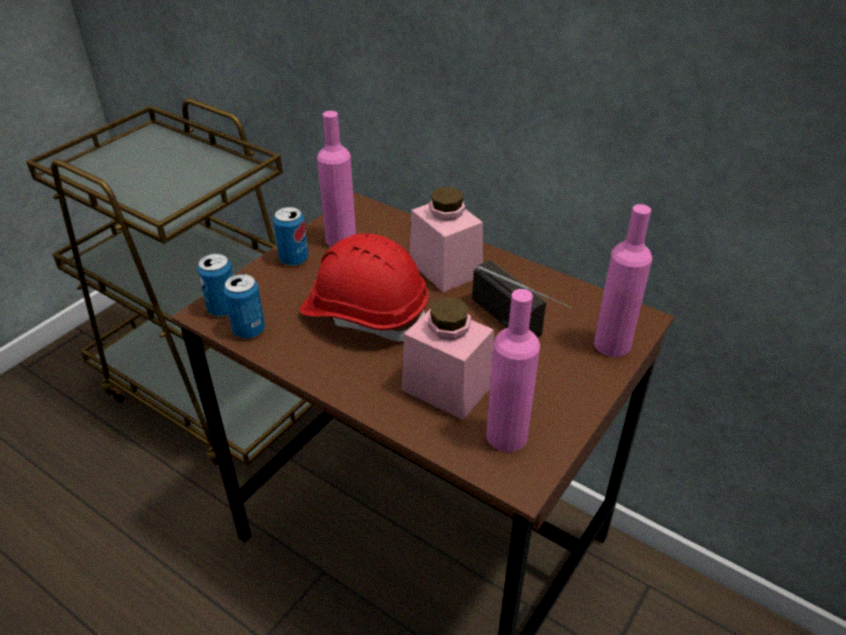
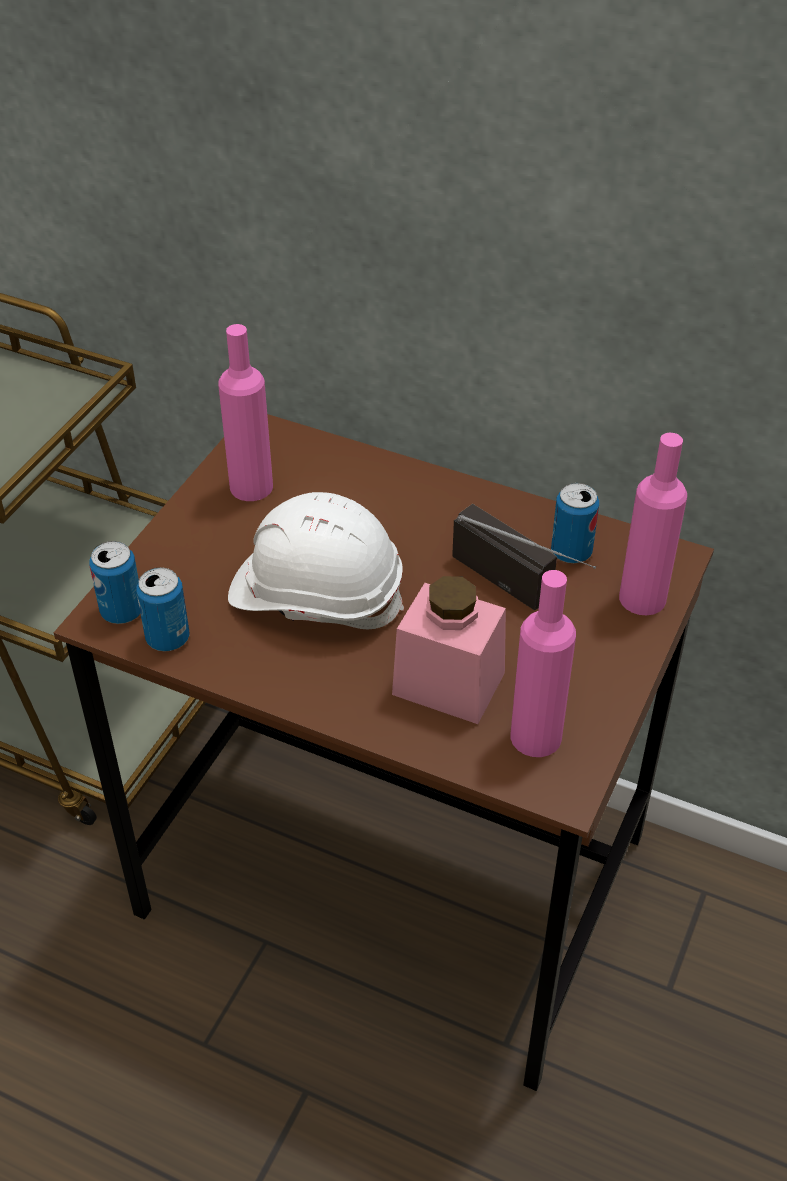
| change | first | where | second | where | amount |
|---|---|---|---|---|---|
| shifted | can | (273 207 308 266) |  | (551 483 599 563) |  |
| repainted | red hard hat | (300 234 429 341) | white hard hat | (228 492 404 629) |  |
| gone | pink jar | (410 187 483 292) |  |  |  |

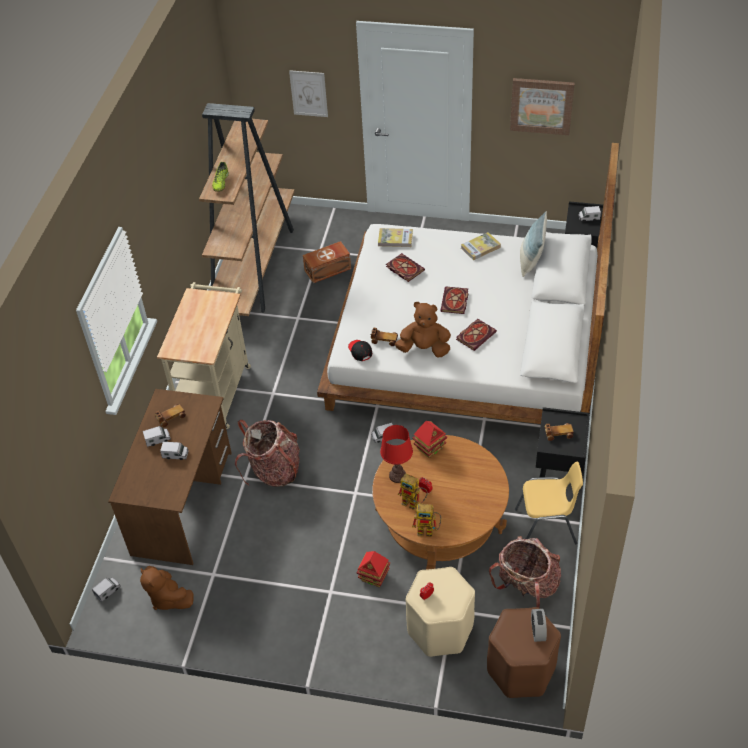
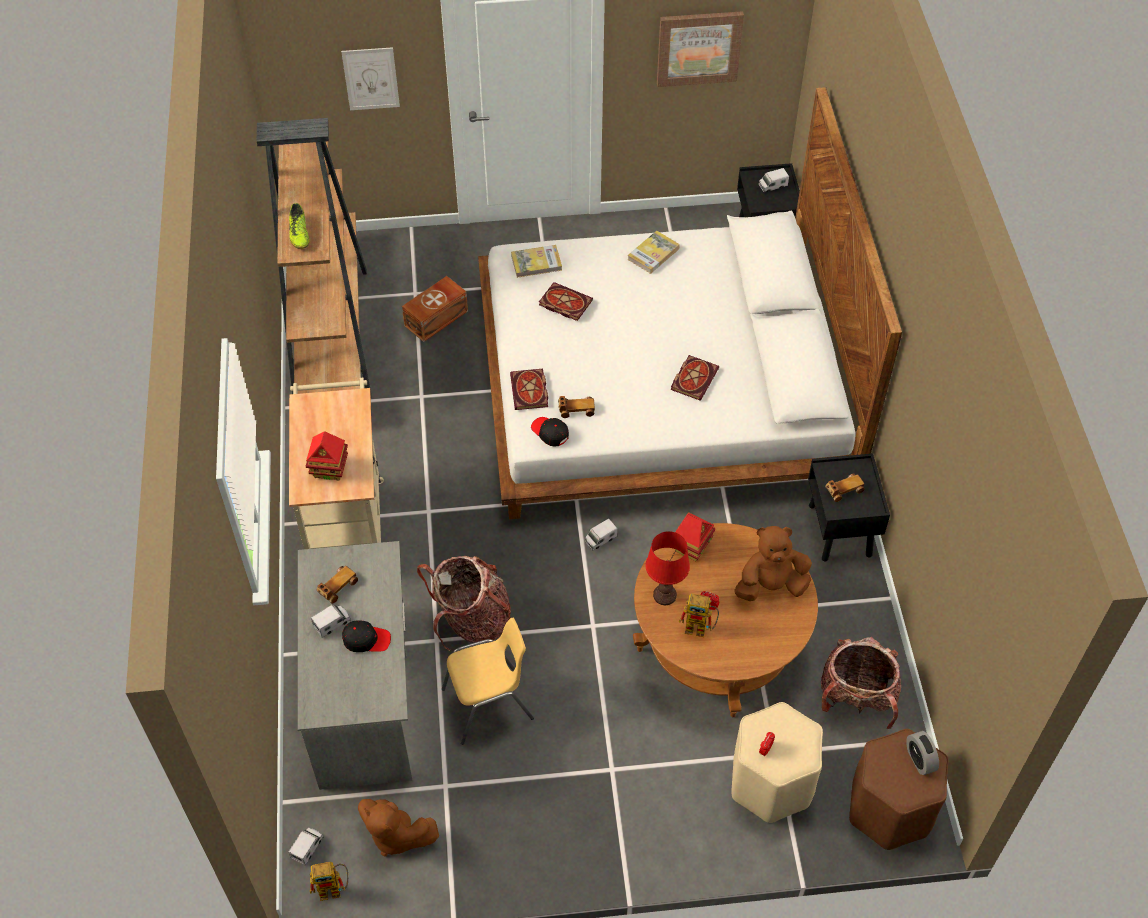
| change | first | where | second | where | amount |
|---|---|---|---|---|---|
| repainted | brown desk | (108 389 232 565) | grey desk | (298 541 413 790) |  |
| swapped | toy truck | (160 442 189 460) | black cap | (342 621 391 652) |  |
| shifted | toy house | (357 551 390 587) |  | (306 431 348 480) |  |
| shifted | brown plush toy | (395 302 451 358) |  | (734 526 812 601) |  |
| shifted | toy robot | (412 504 441 537) |  | (310 862 348 901) |  |
| shifted | book | (440 286 468 314) |  | (510 369 548 410) |  |
| shifted | yellow chair | (515 462 583 544) |  | (442 618 534 745) |  |
| gone | pillow | (520 211 547 277) |  |  |  |

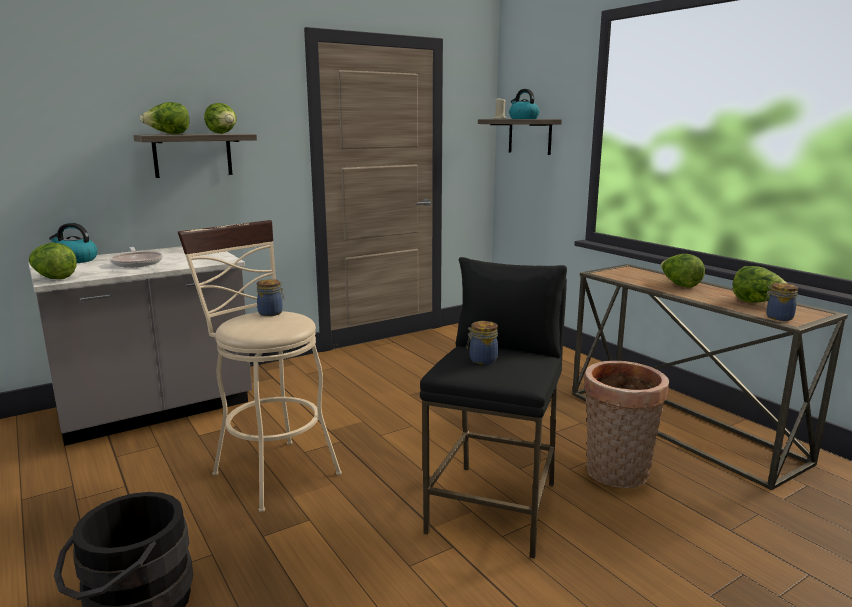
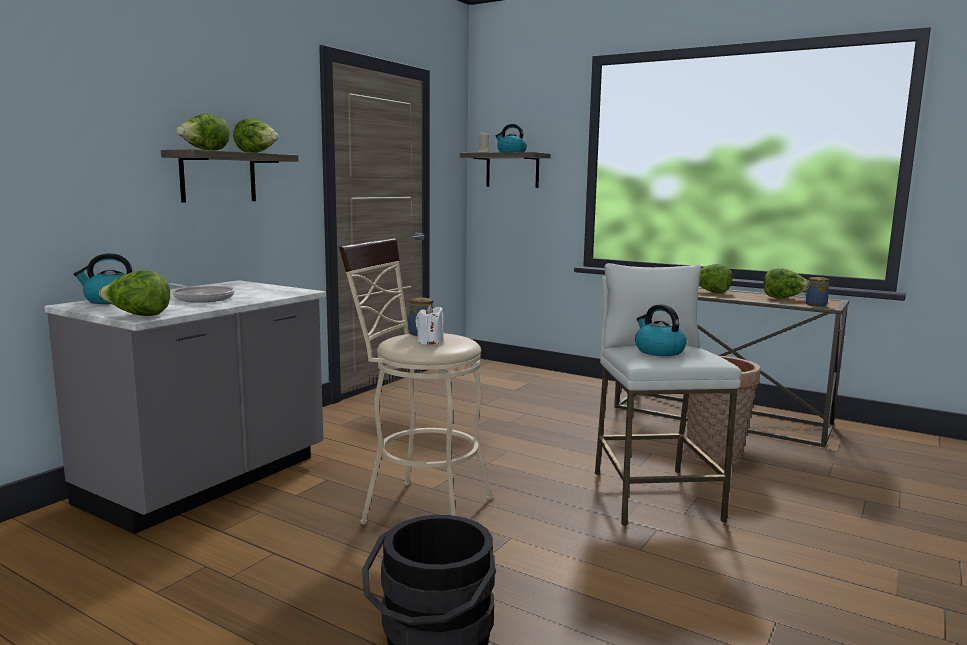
| change | first | where | second | where | amount |
|---|---|---|---|---|---|
| repainted | black stool | (420 257 567 558) | white stool | (595 263 742 526) |  |
| swapped | jar | (467 321 498 364) | kettle | (635 304 687 356) |  |
| new |  |  | white candle | (415 305 444 345) |  |

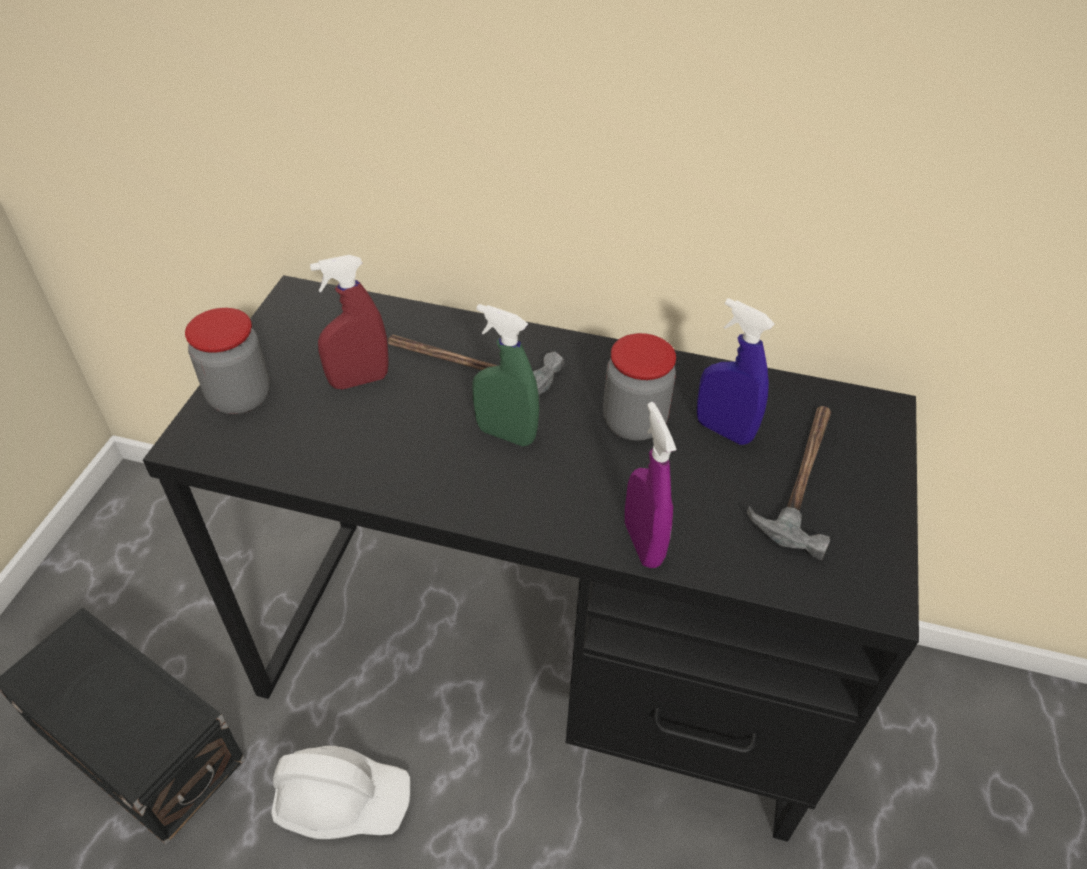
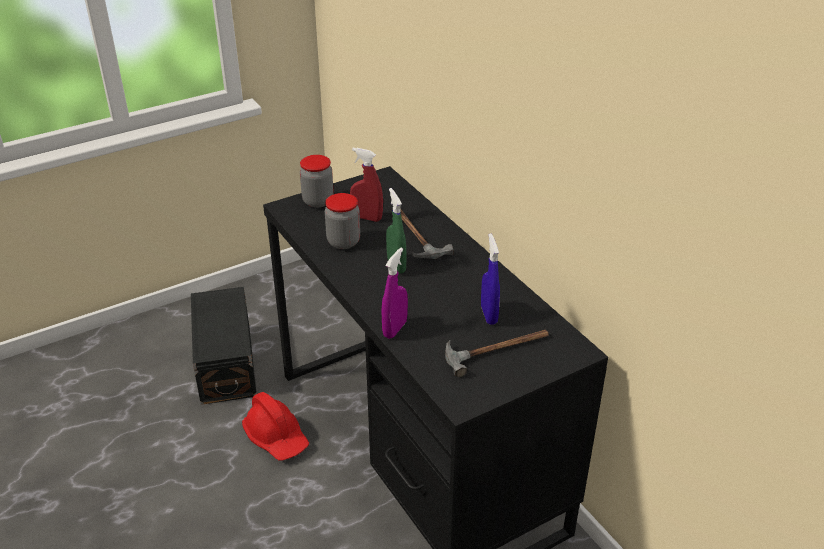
| change | first | where | second | where | amount |
|---|---|---|---|---|---|
| repainted | white hard hat | (271 746 410 839) | red hard hat | (242 392 309 460) |  |
| shifted | jar | (603 333 676 441) |  | (325 193 360 249) |  |

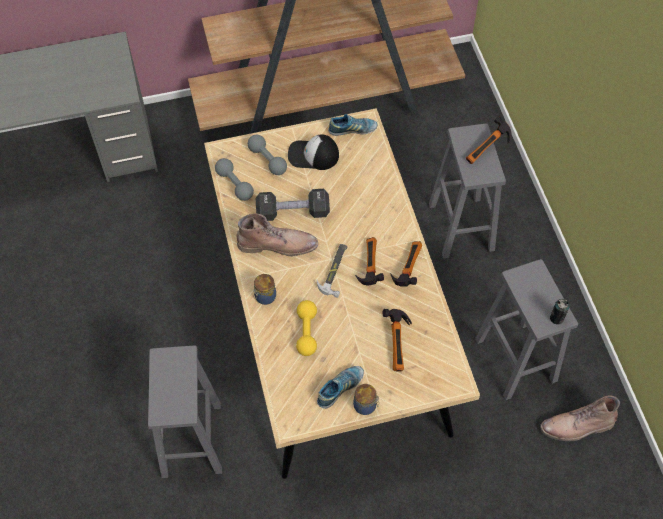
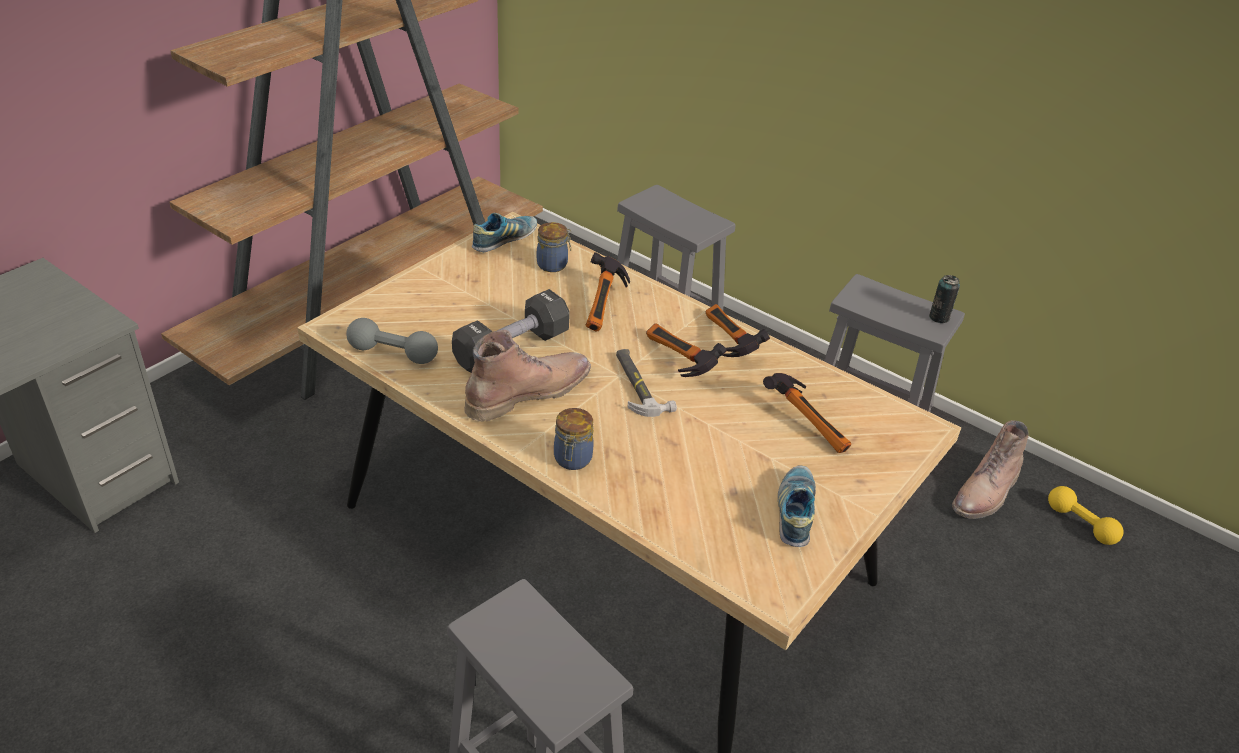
| change | first | where | second | where | amount |
|---|---|---|---|---|---|
| gone | grey dumbbell | (248 135 287 175) |  |  |  |
| gone | cap | (288 134 339 170) |  |  |  |
| shifted | yellow dumbbell | (296 300 317 356) |  | (1048 486 1124 545) |  |
| shifted | jar | (353 384 379 415) |  | (537 222 571 272) |  |
| shifted | hammer | (466 116 512 164) |  | (586 252 630 332) |  |

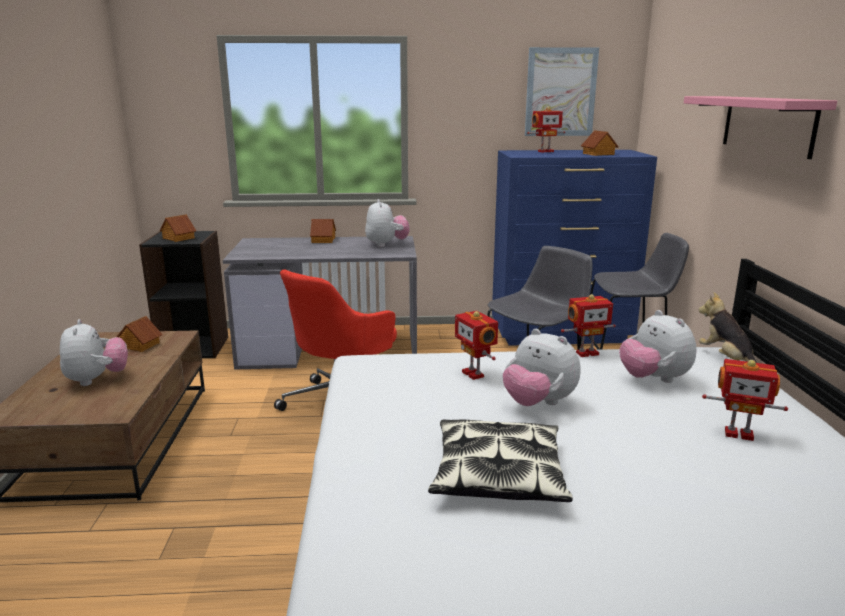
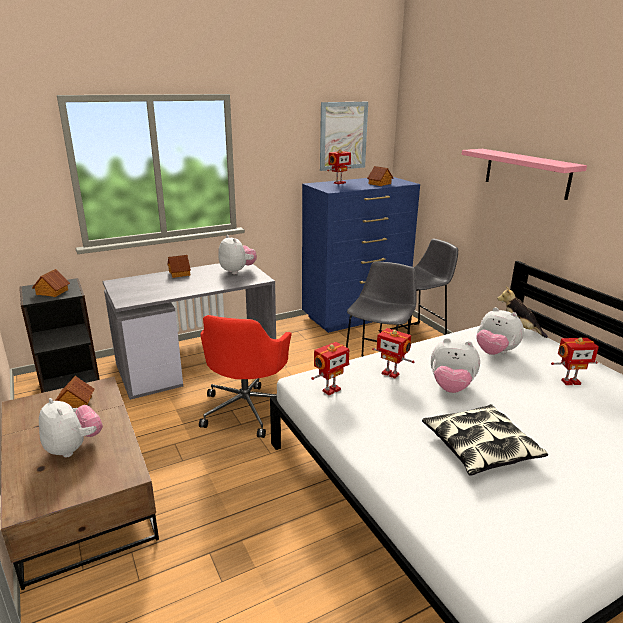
| change | first | where | second | where | amount |
|---|---|---|---|---|---|
| shifted | toy robot | (561 294 616 357) |  | (311 342 350 395) |  |

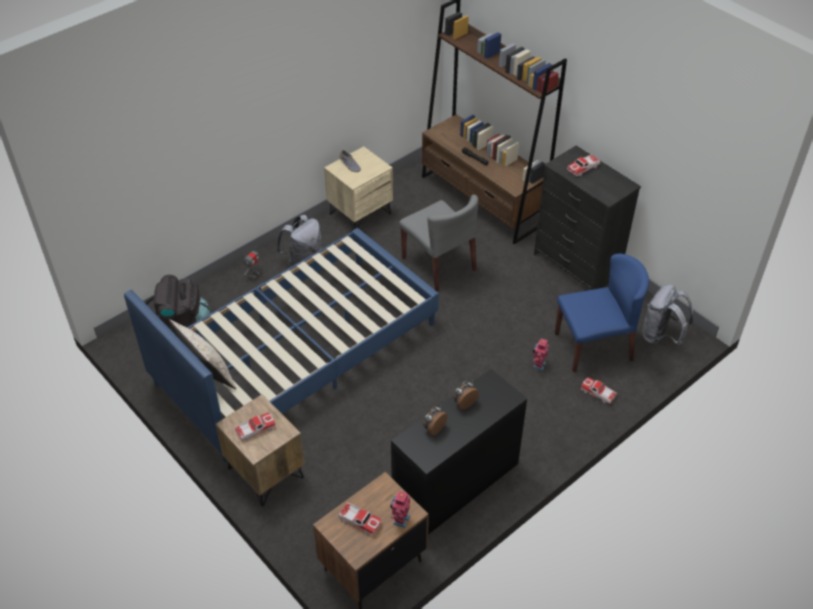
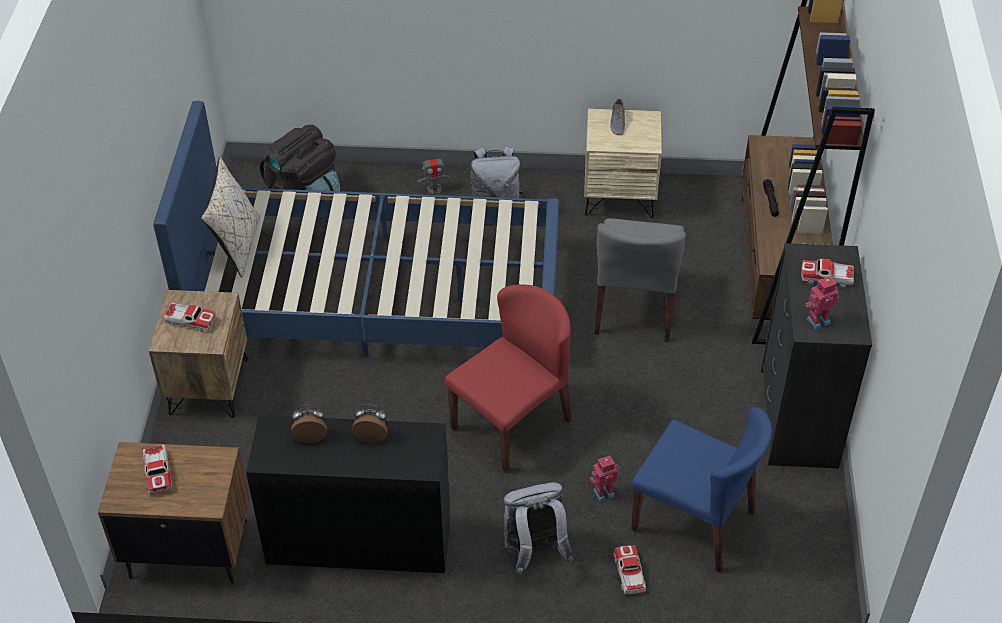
| change | first | where | second | where | amount |
|---|---|---|---|---|---|
| shifted | toy robot | (390 490 410 528) |  | (805 276 839 330) |  |
| shifted | grey backpack | (642 284 694 345) |  | (503 482 574 574) |  |
| new |  |  | red chair | (444 284 572 472) |  |

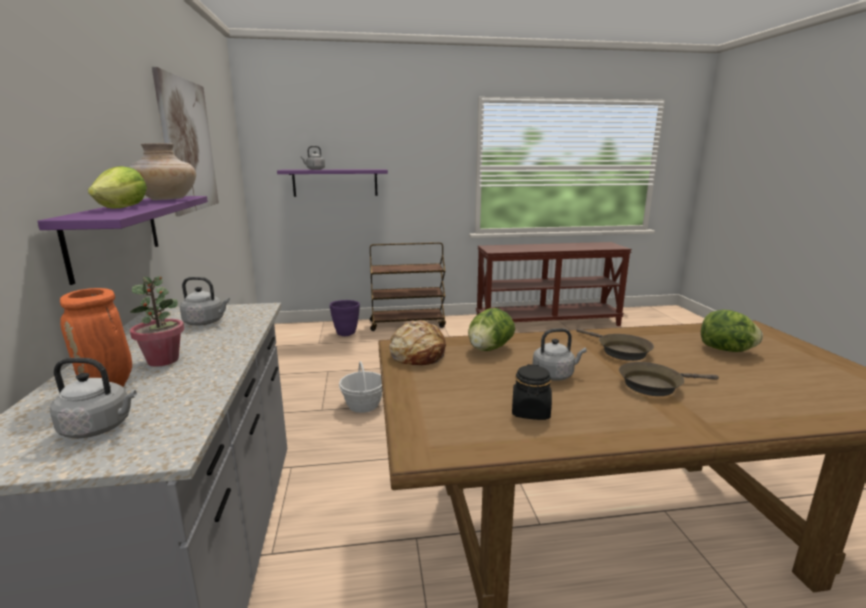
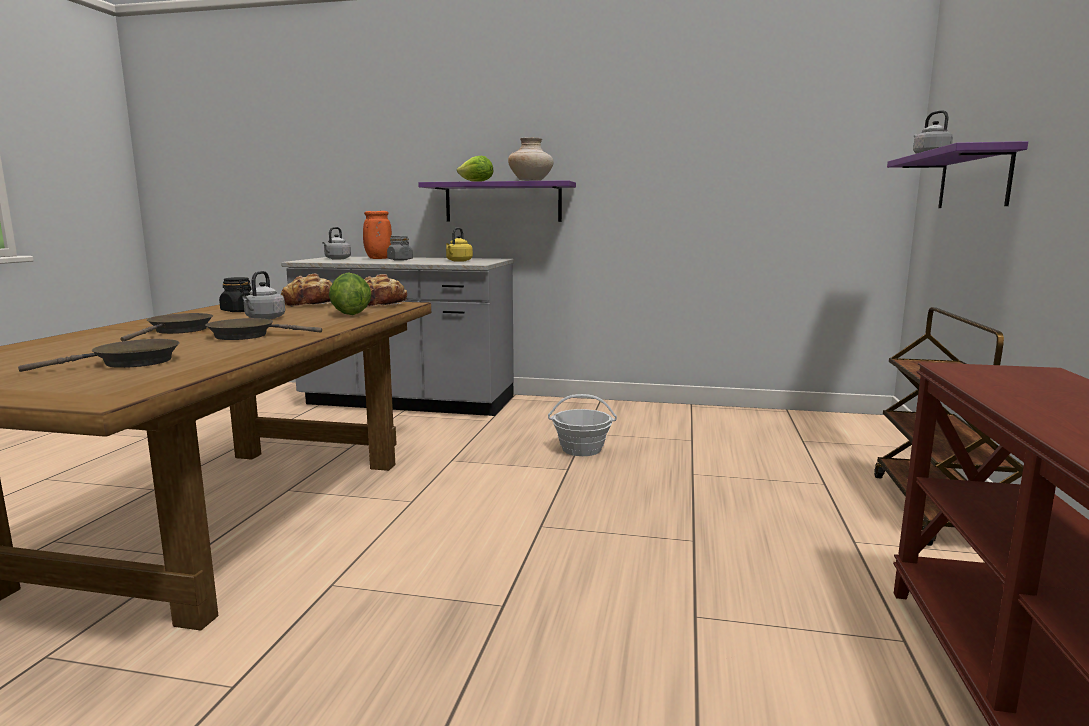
| change | first | where | second | where | amount |
|---|---|---|---|---|---|
| swapped | potted plant | (130 276 184 367) | grey jar | (387 235 413 261) |  |
| gone | picture | (152 67 219 216) |  |  |  |
| repainted | grey kettle | (180 277 230 325) | yellow kettle | (446 227 473 262) |  |
| gone | purple planter | (330 300 360 336) |  |  |  |
| swapped | lettuce | (701 310 763 352) | brown frying pan | (18 339 179 372) |  |
| new |  |  | bread | (281 274 332 307) |  |

